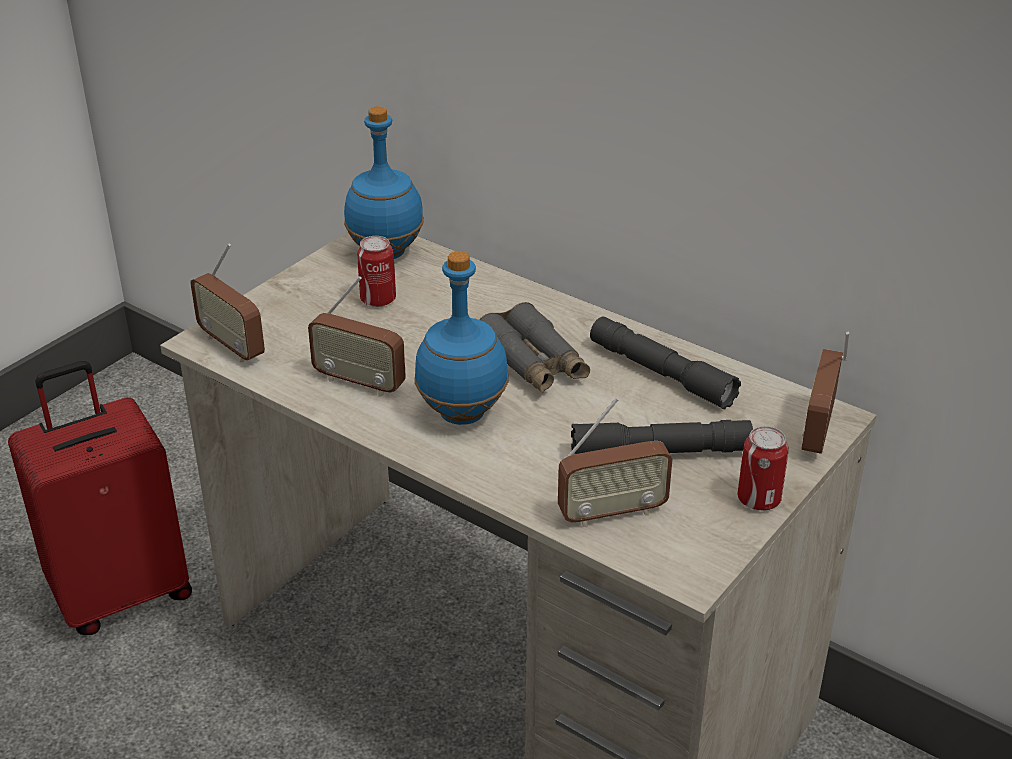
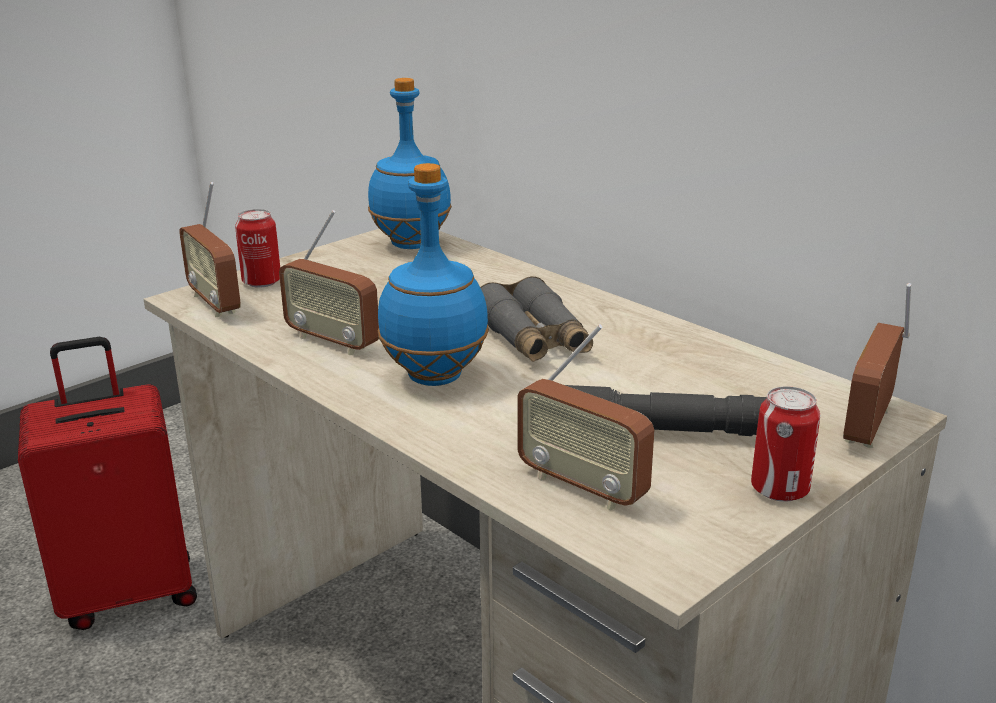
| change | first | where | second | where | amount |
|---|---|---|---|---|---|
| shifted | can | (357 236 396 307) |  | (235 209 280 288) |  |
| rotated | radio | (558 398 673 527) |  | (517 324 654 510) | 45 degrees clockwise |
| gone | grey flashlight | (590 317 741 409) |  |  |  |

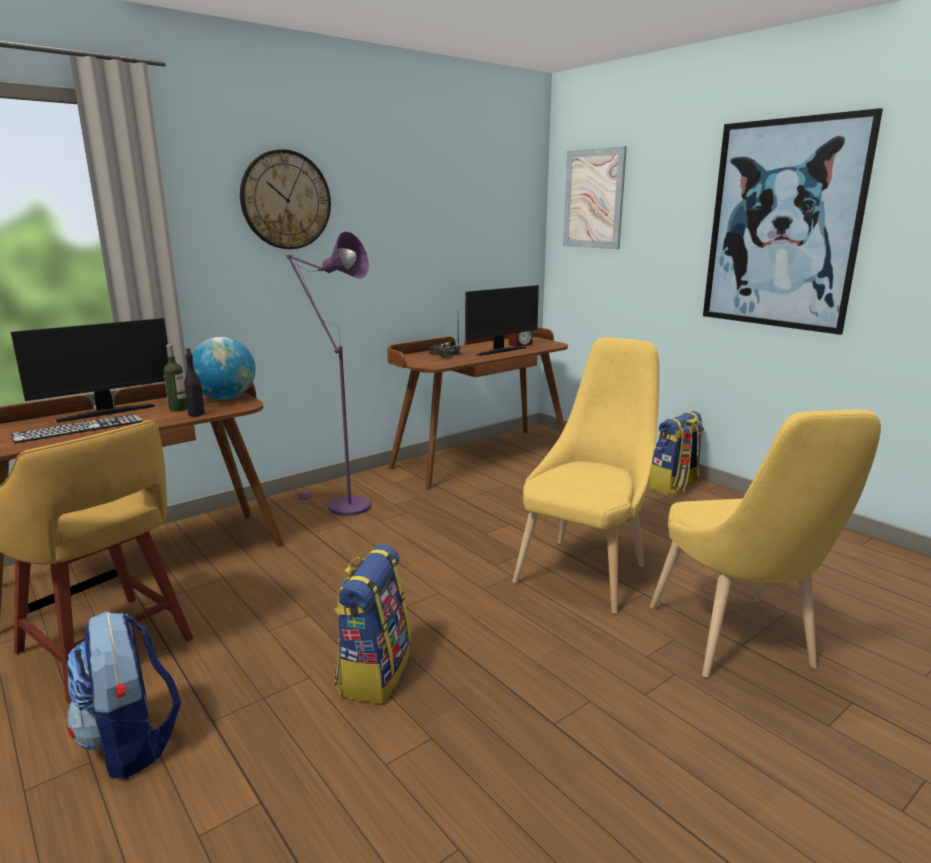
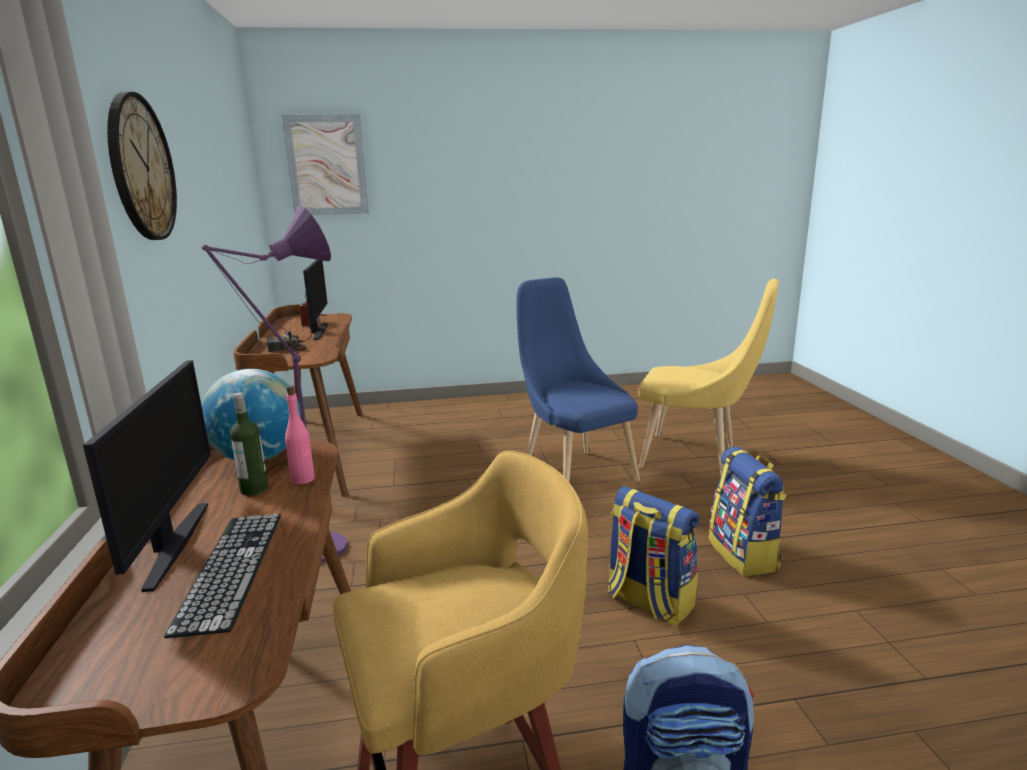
| change | first | where | second | where | amount |
|---|---|---|---|---|---|
| repainted | black bottle | (184 348 205 416) | pink bottle | (285 386 315 484) |  |
| repainted | yellow chair | (513 337 659 614) | blue chair | (516 277 640 482) |  |
| shifted | backpack | (649 411 704 496) |  | (709 447 787 576) |  |
| gone | picture | (703 108 883 335) |  |  |  |

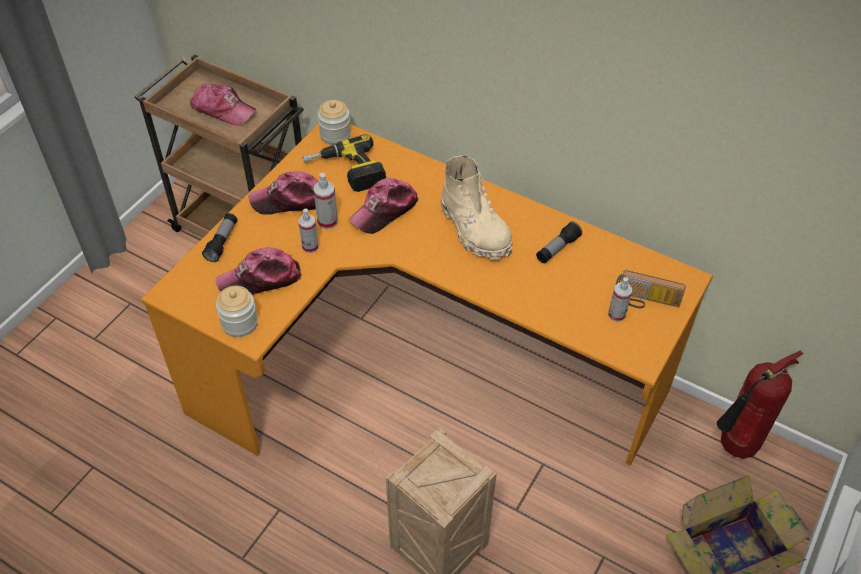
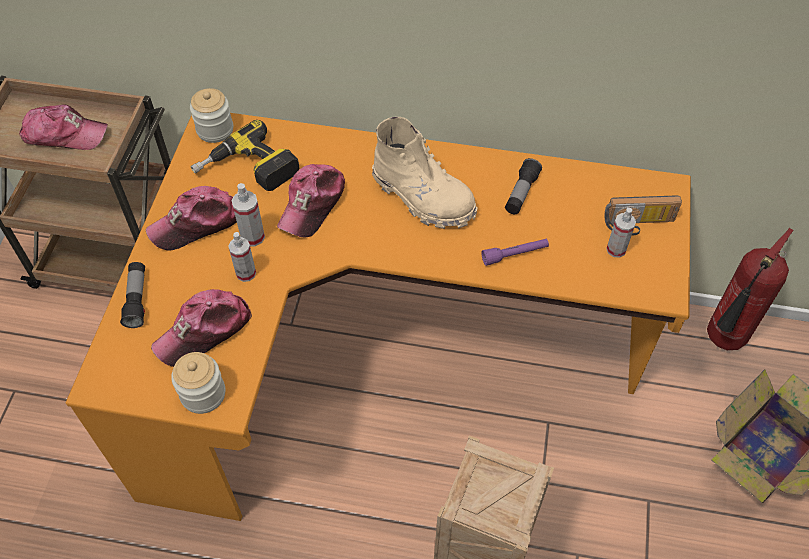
| change | first | where | second | where | amount |
|---|---|---|---|---|---|
| new |  |  | purple flashlight | (481 239 549 266) |  |

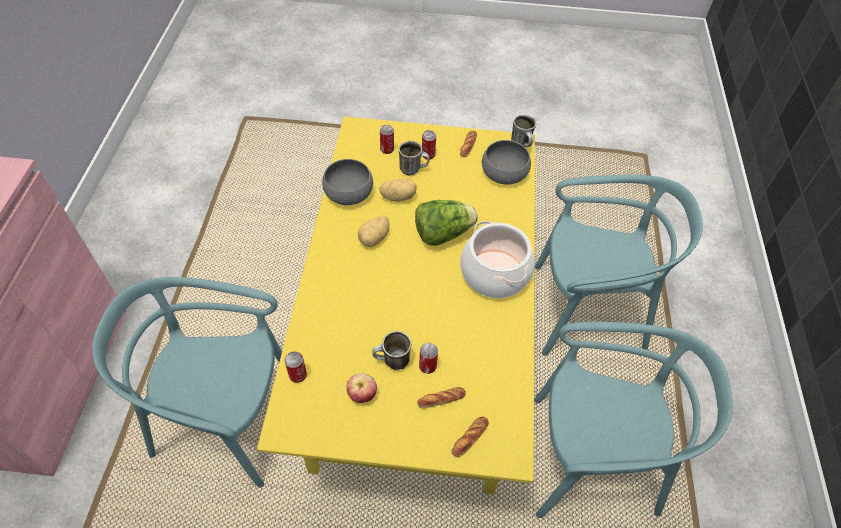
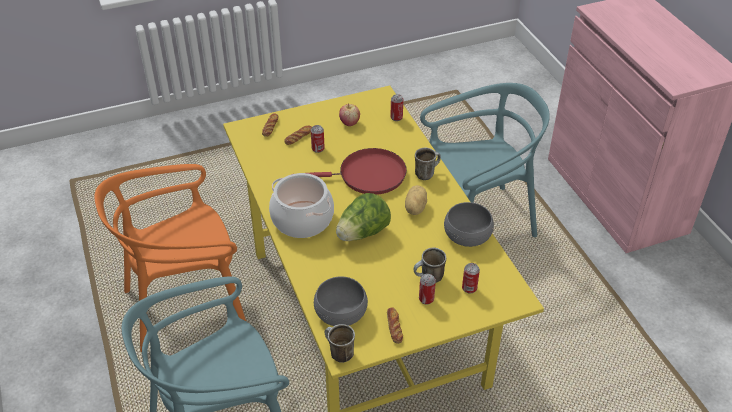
| change | first | where | second | where | amount |
|---|---|---|---|---|---|
| shifted | mug | (372 331 411 370) |  | (415 148 441 180) |  |
| gone | potato | (380 179 417 202) |  |  |  |
| repainted | turquoise chair | (534 322 733 518) | orange chair | (94 164 246 352) |  |
| new |  |  | red frying pan | (308 148 407 195) |  |

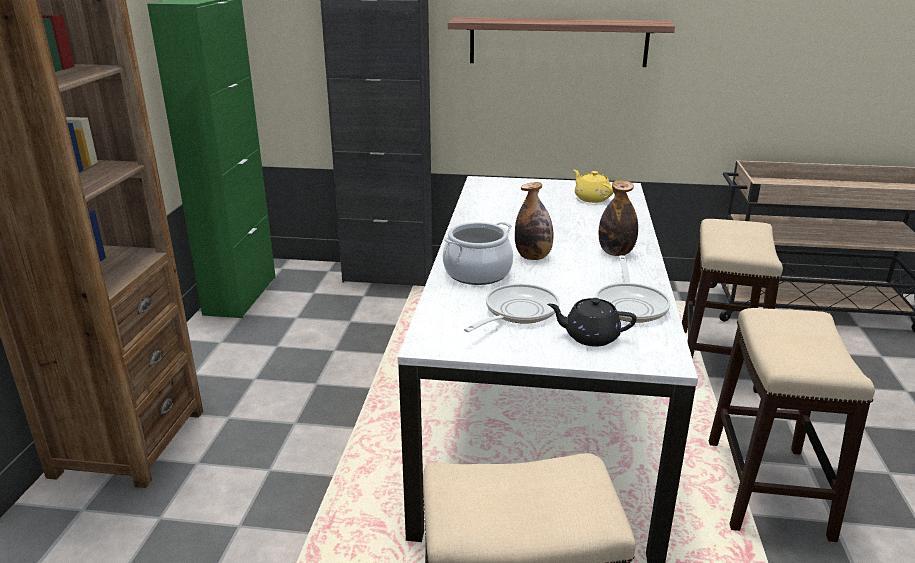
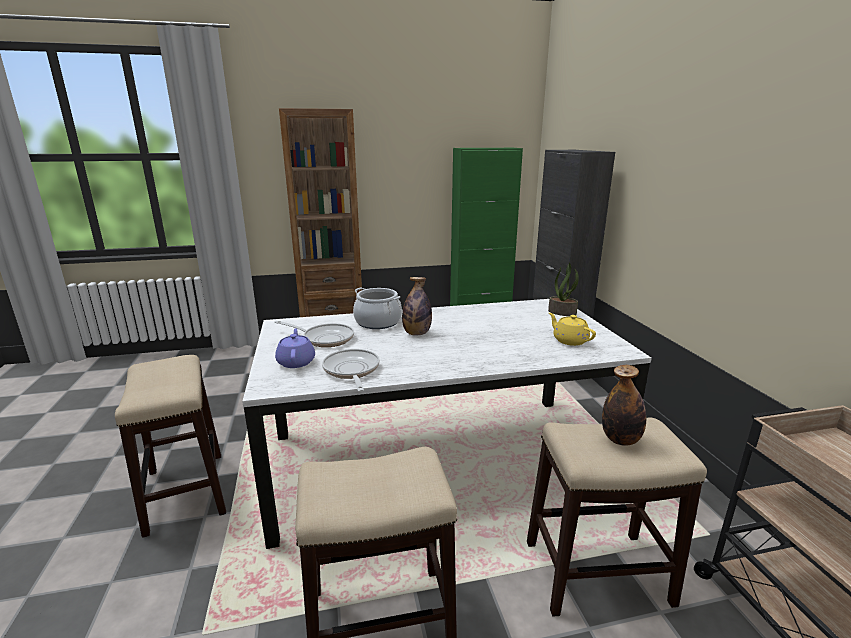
| change | first | where | second | where | amount |
|---|---|---|---|---|---|
| gone | shelf | (448 17 675 67) |  |  |  |
| repainted | black teapot | (547 298 637 347) | purple teapot | (275 328 315 368) |  |
| rotated | yellow teapot | (574 170 613 203) |  | (549 313 596 346) | 75 degrees counterclockwise |
| rotated | frying pan | (596 255 671 323) |  | (322 349 380 392) | 90 degrees clockwise |
| shifted | bottle | (599 180 638 256) |  | (602 365 646 446) |  |
| new |  |  | potted plant | (548 262 579 316) |  |

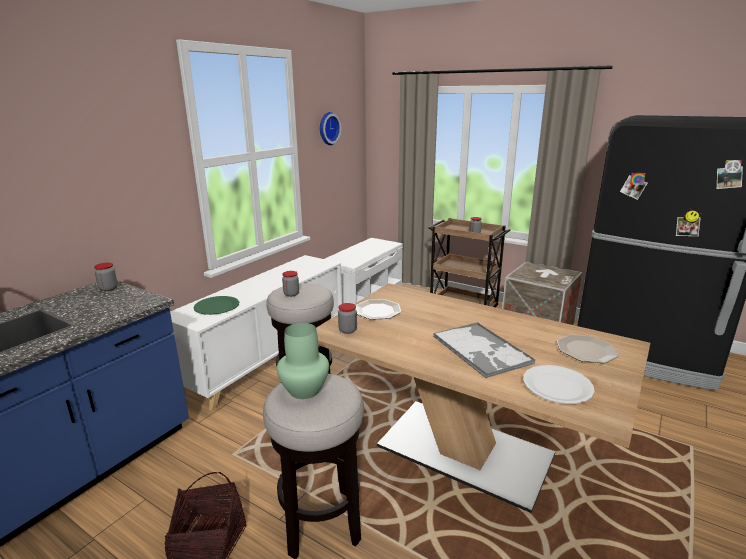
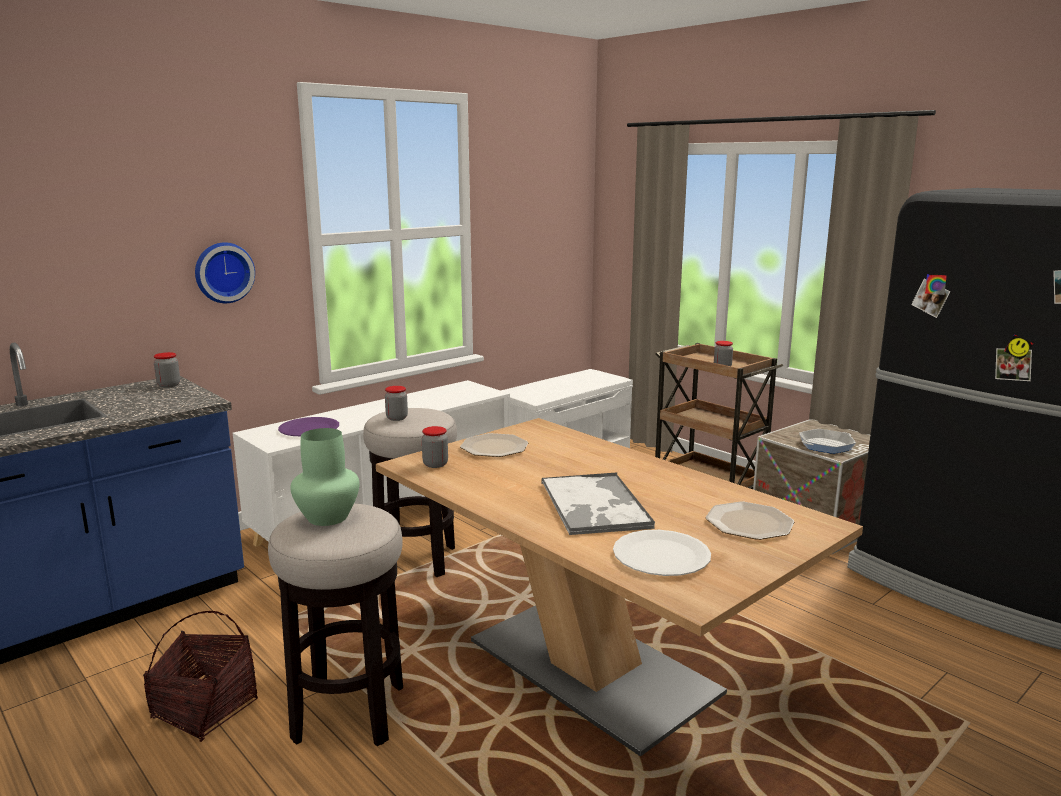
| change | first | where | second | where | amount |
|---|---|---|---|---|---|
| repainted | green plate | (193 296 239 315) | purple plate | (278 417 339 436) |  |
| shifted | wall clock | (320 112 341 145) |  | (195 242 255 303) |  |
| new |  |  | frying pan | (799 429 856 454) |  |

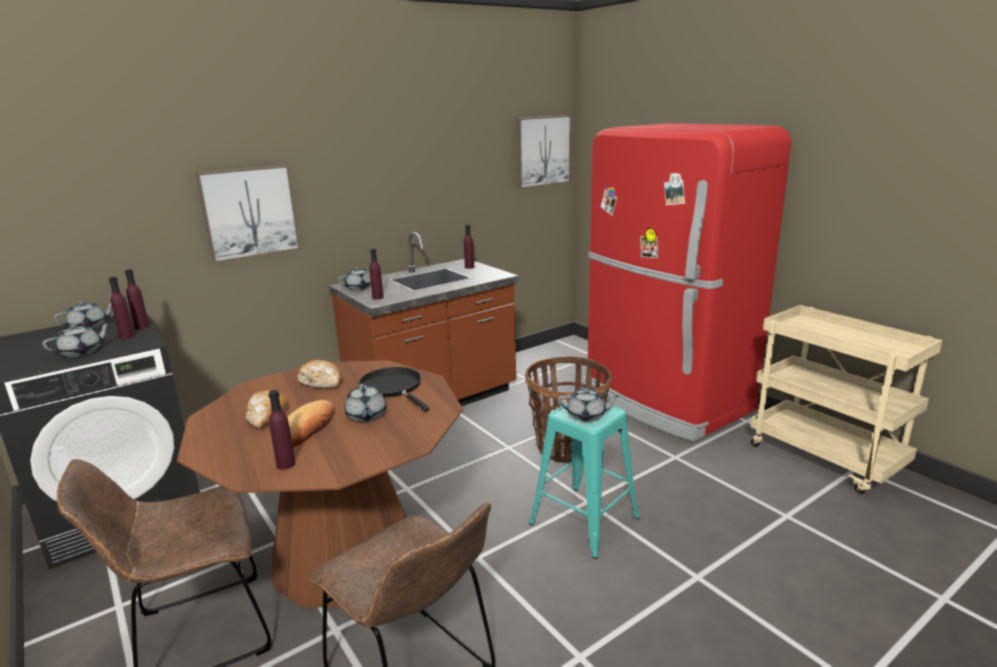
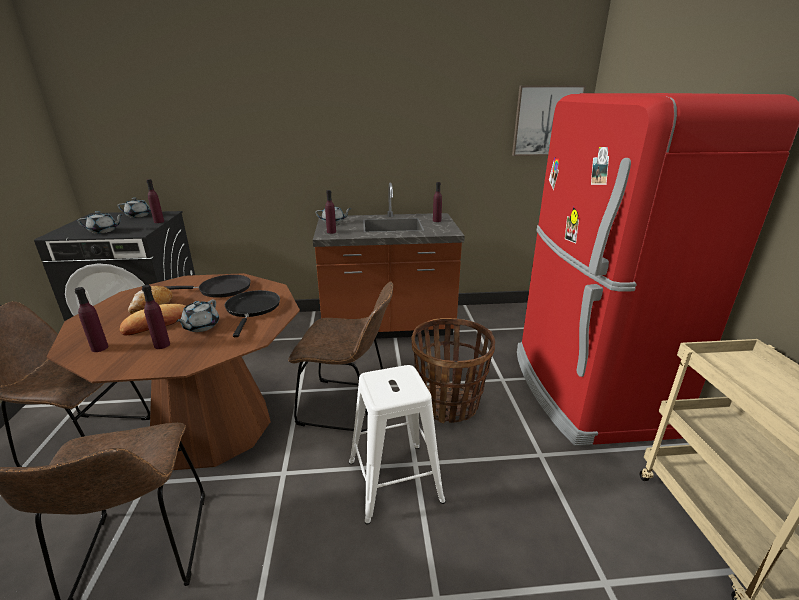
| change | first | where | second | where | amount |
|---|---|---|---|---|---|
| shifted | purple bottle | (109 277 135 339) |  | (142 285 170 349) |  |
| gone | picture | (196 165 301 263) |  |  |  |
| swapped | bread | (298 360 341 388) | black frying pan | (165 275 251 298) |  |
| repainted | turquoise stool | (529 402 640 559) | white stool | (349 365 446 525) |  |
| gone | grey teapot | (558 388 620 422) |  |  |  |
| new |  |  | brown chair | (288 281 393 434) |  |

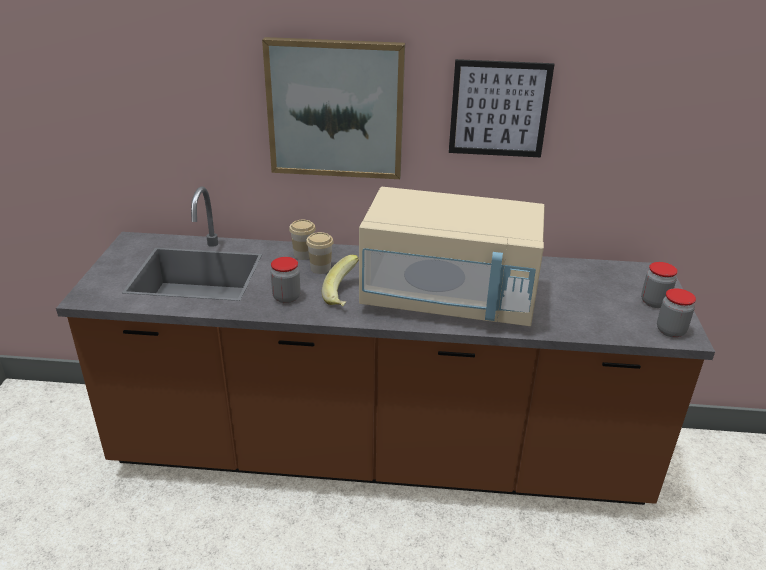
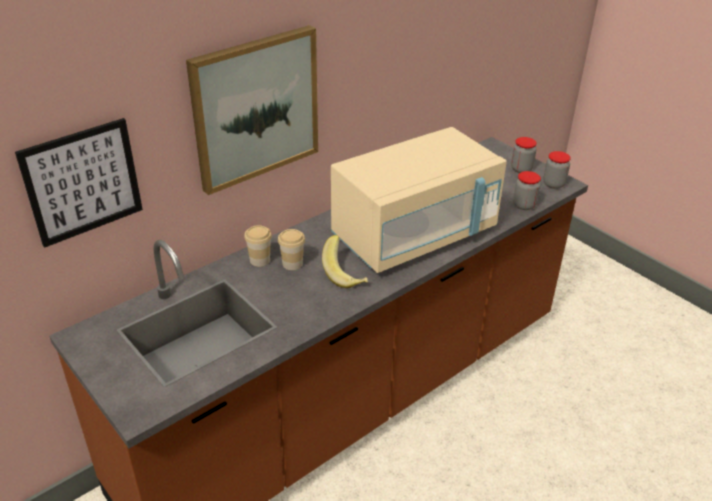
| change | first | where | second | where | amount |
|---|---|---|---|---|---|
| shifted | jar | (271 257 301 303) |  | (513 171 541 210) |  |
| shifted | picture | (449 59 554 157) |  | (15 118 143 248) |  |

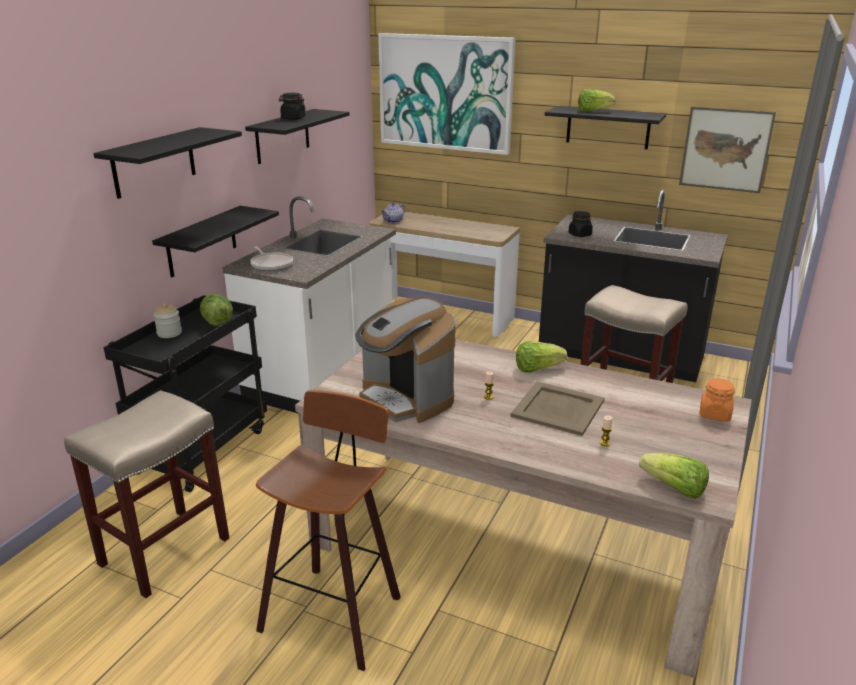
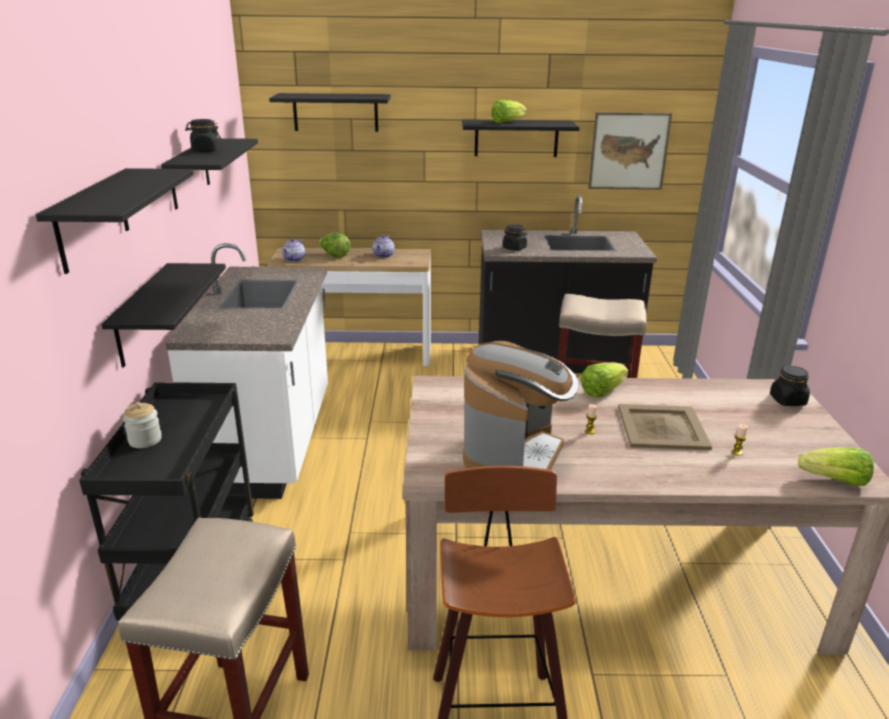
| change | first | where | second | where | amount |
|---|---|---|---|---|---|
| shifted | lettuce | (200 294 233 326) |  | (319 233 351 257) |  |
| gone | frying pan | (250 246 293 271) |  |  |  |
| rotated | coffee machine | (355 297 456 423) |  | (463 341 579 470) | 90 degrees counterclockwise |
| swapped | picture | (378 33 516 155) | black shelf | (269 93 391 132) |  |
| repainted | orange jar | (700 378 735 422) | black jar | (770 366 810 406) |  |
| new |  |  | teapot | (373 235 395 258) |  |

